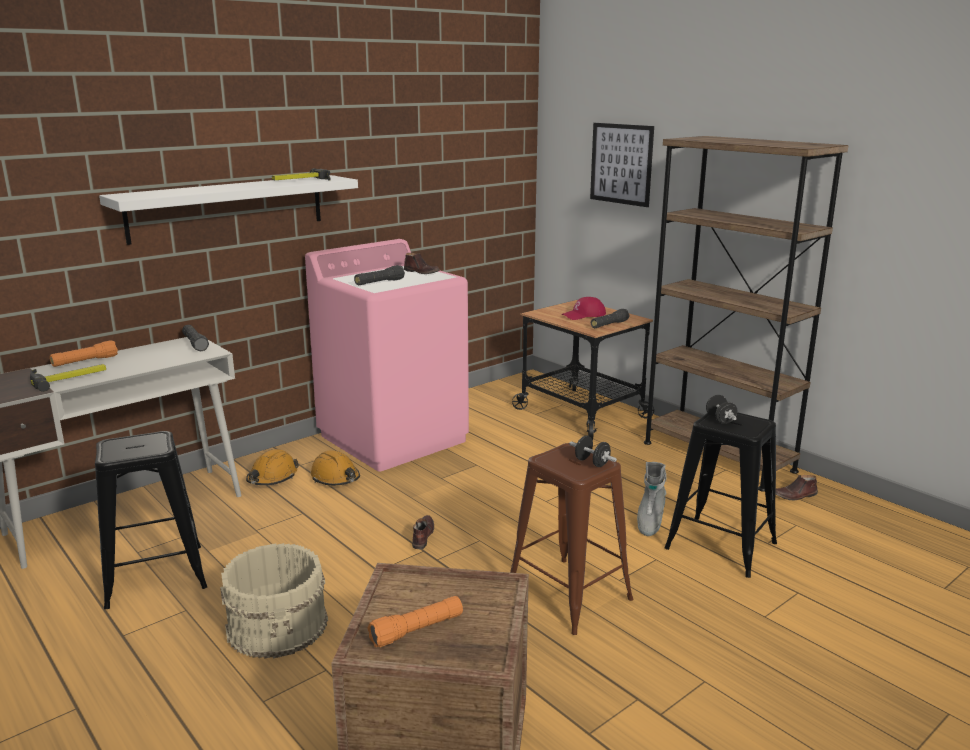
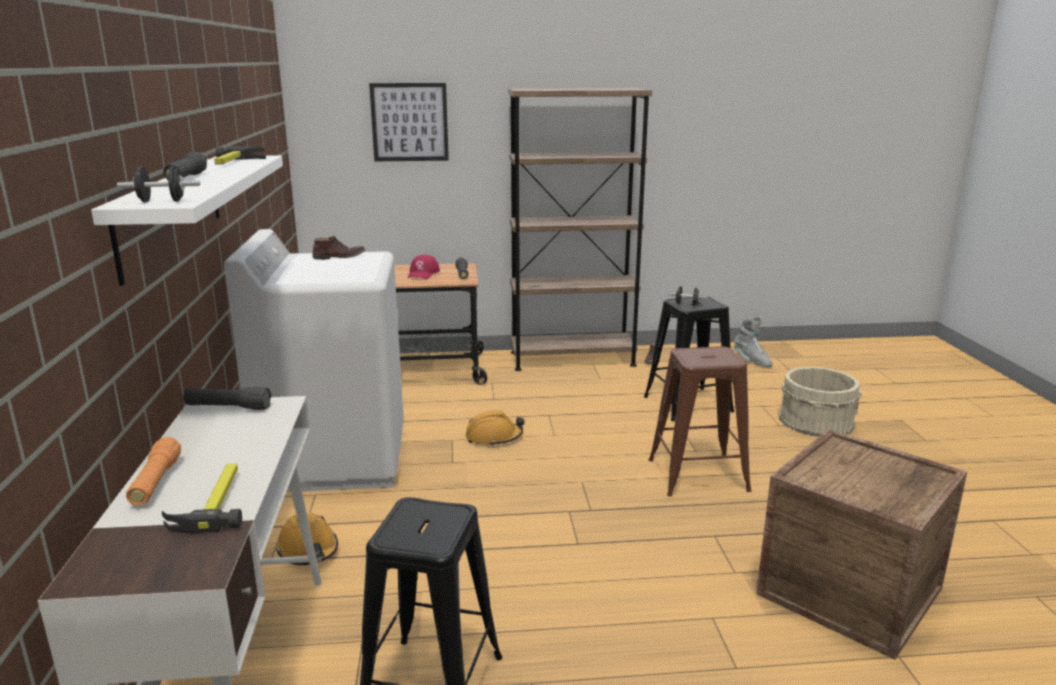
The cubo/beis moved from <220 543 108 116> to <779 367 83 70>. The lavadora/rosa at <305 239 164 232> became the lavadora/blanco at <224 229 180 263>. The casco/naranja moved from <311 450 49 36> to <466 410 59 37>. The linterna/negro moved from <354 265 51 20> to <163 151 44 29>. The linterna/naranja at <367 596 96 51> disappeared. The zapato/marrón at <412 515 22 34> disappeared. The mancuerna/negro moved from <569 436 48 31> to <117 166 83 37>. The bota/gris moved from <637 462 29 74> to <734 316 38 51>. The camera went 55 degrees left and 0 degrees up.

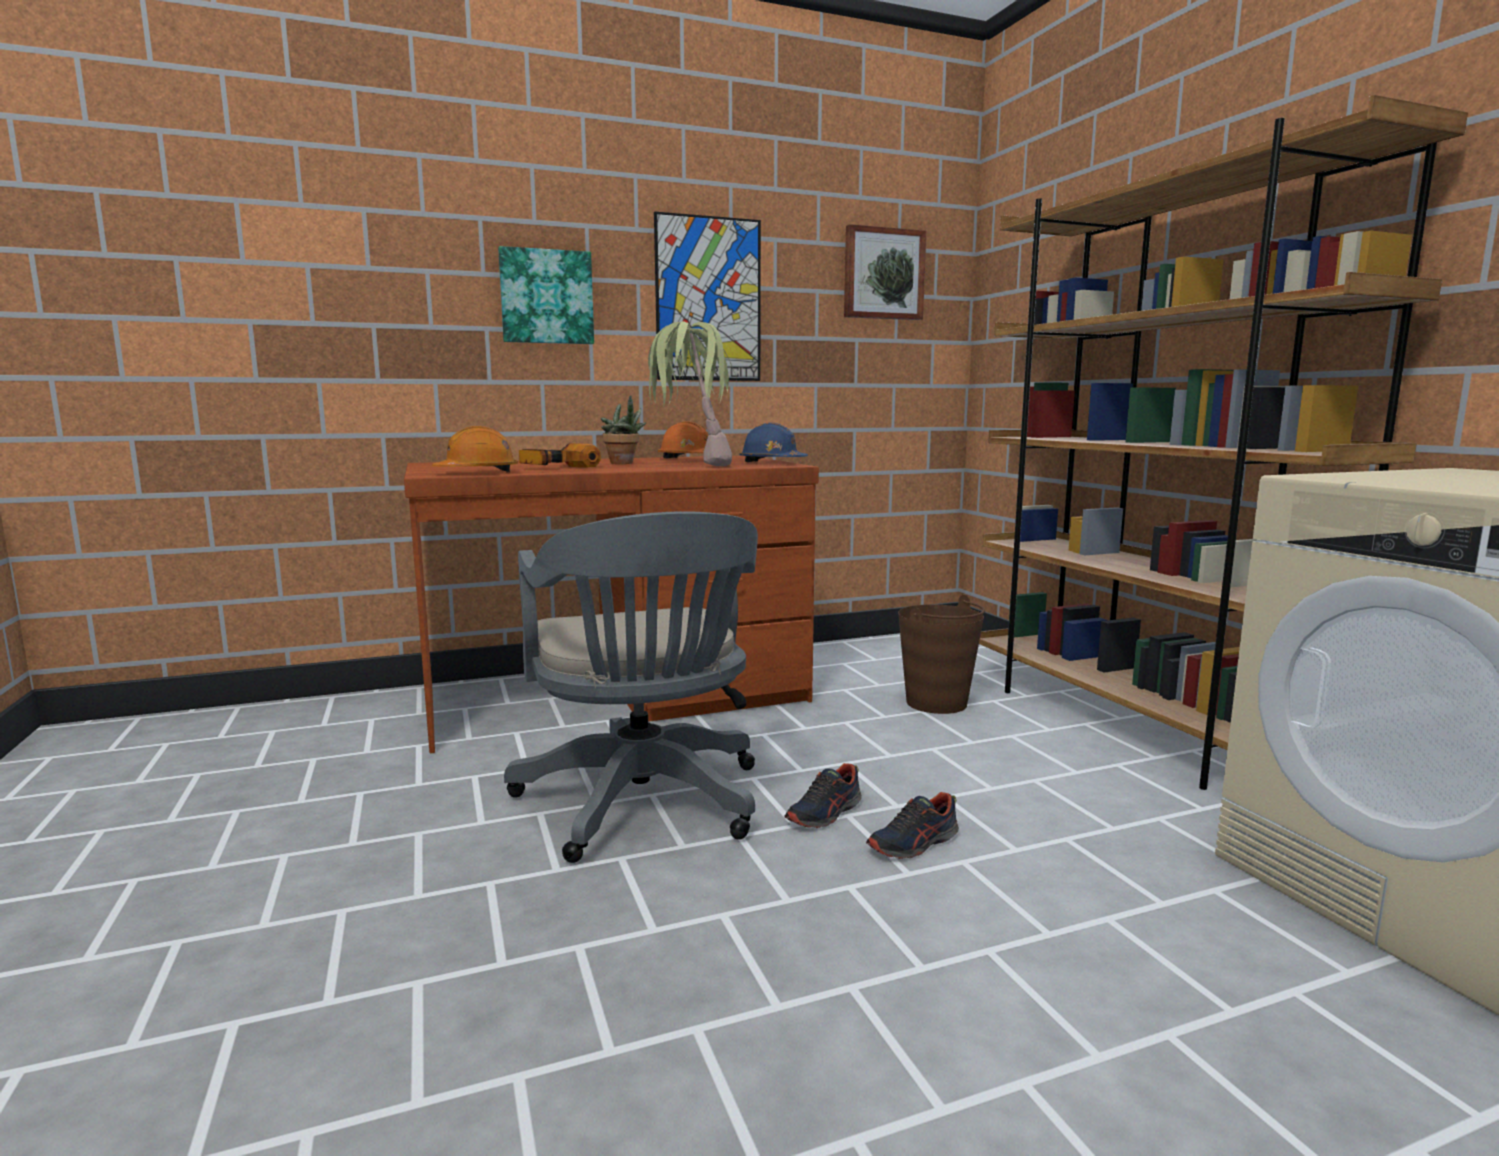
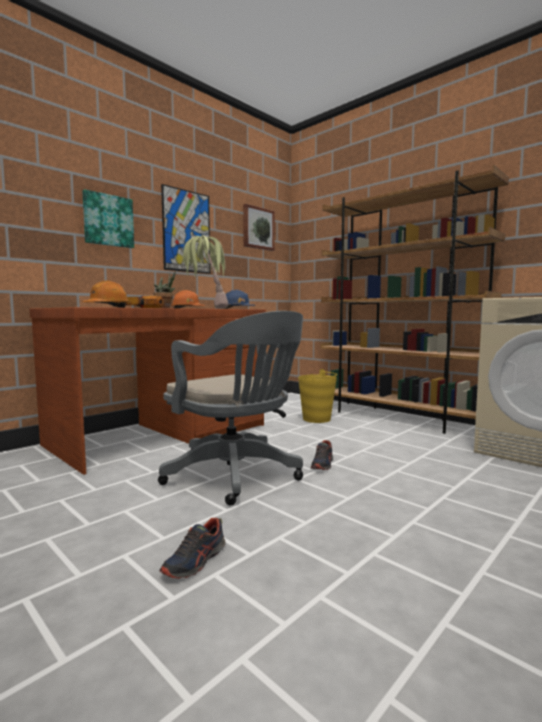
The zapato moved from <866 792 93 67> to <159 518 66 61>. The cubo/marrón at <898 595 87 119> became the cubo/amarillo at <298 369 39 54>. The camera went 25 degrees left and 5 degrees down.

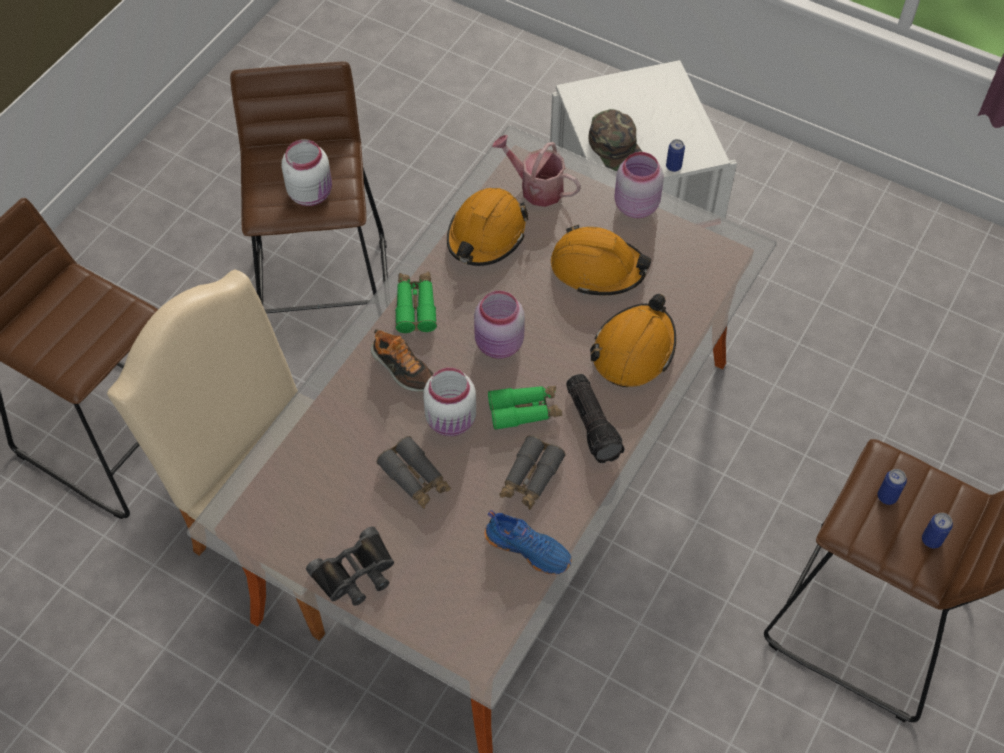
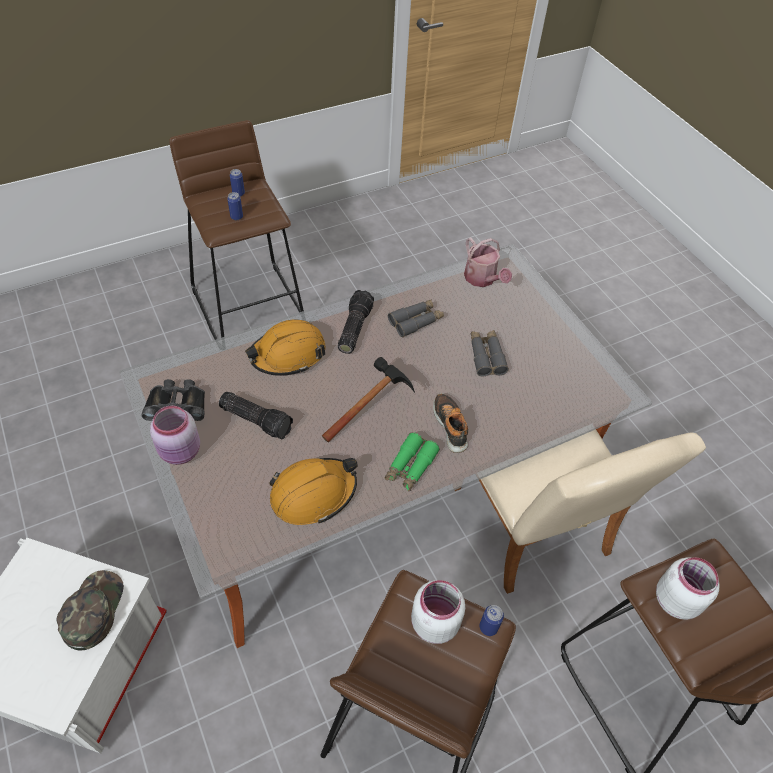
The prismáticos/negro moved from <306 526 88 80> to <141 379 64 42>. The tarro/blanco moved from <423 368 53 68> to <656 557 64 63>. The tarro/rosa at <474 291 51 68> was replaced by the martillo at <322 357 93 86>. The zapato/azul at <485 510 87 64> disappeared. The prismáticos/verde at <488 386 74 44> disappeared. The regadera moved from <492 135 89 72> to <464 237 48 50>. The casco/naranja at <551 225 100 70> was replaced by the linterna at <219 392 74 47>. The lata moved from <666 139 19 33> to <480 605 24 31>. The camera went 150 degrees left and 5 degrees down.

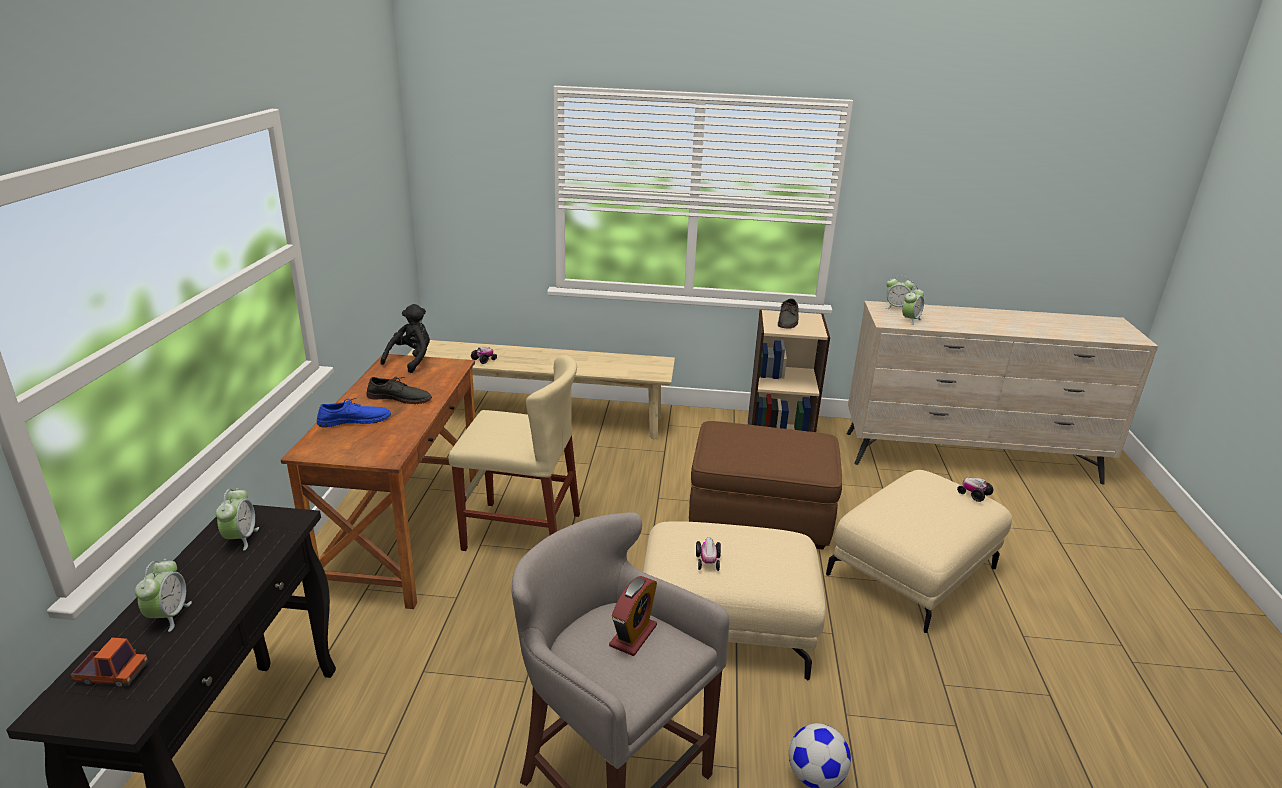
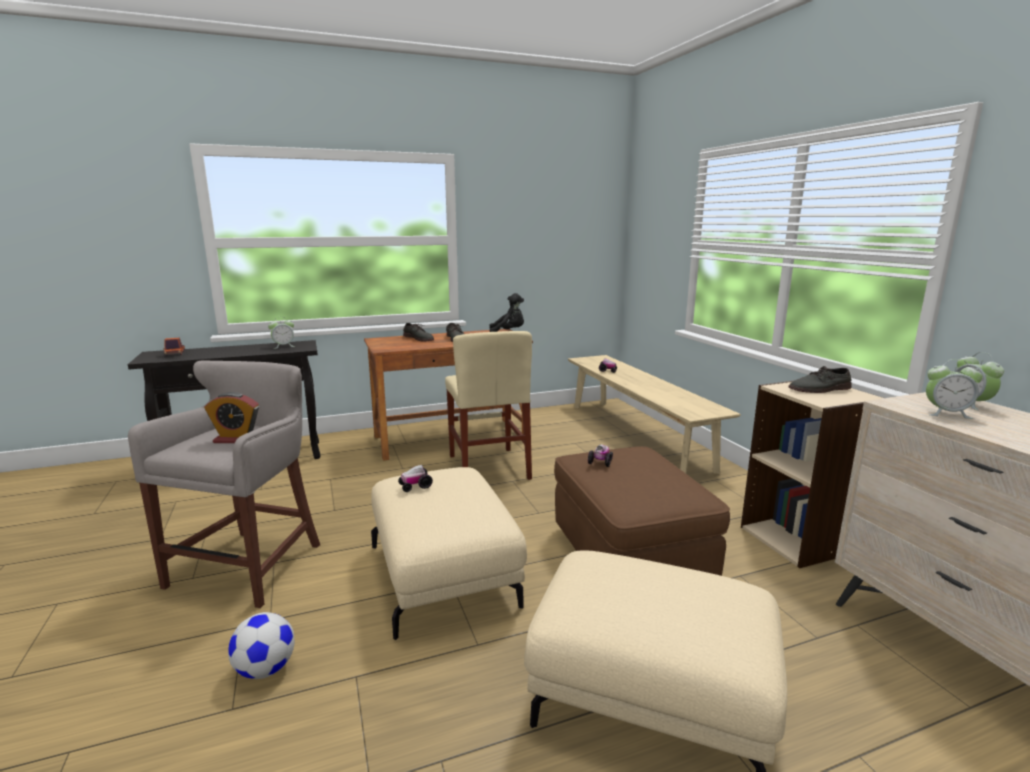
The despertador at <135 559 57 73> disappeared. The zapato/azul at <317 398 74 30> became the zapato/gris at <403 323 31 19>. The coche de juguete moved from <957 478 36 24> to <588 444 25 23>. The camera went 65 degrees right and 10 degrees down.

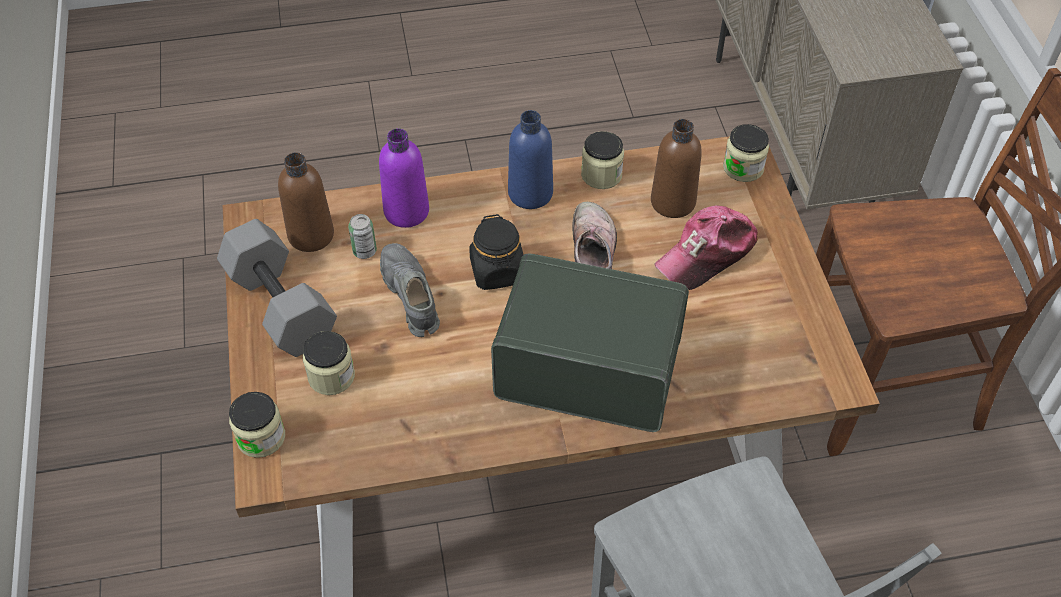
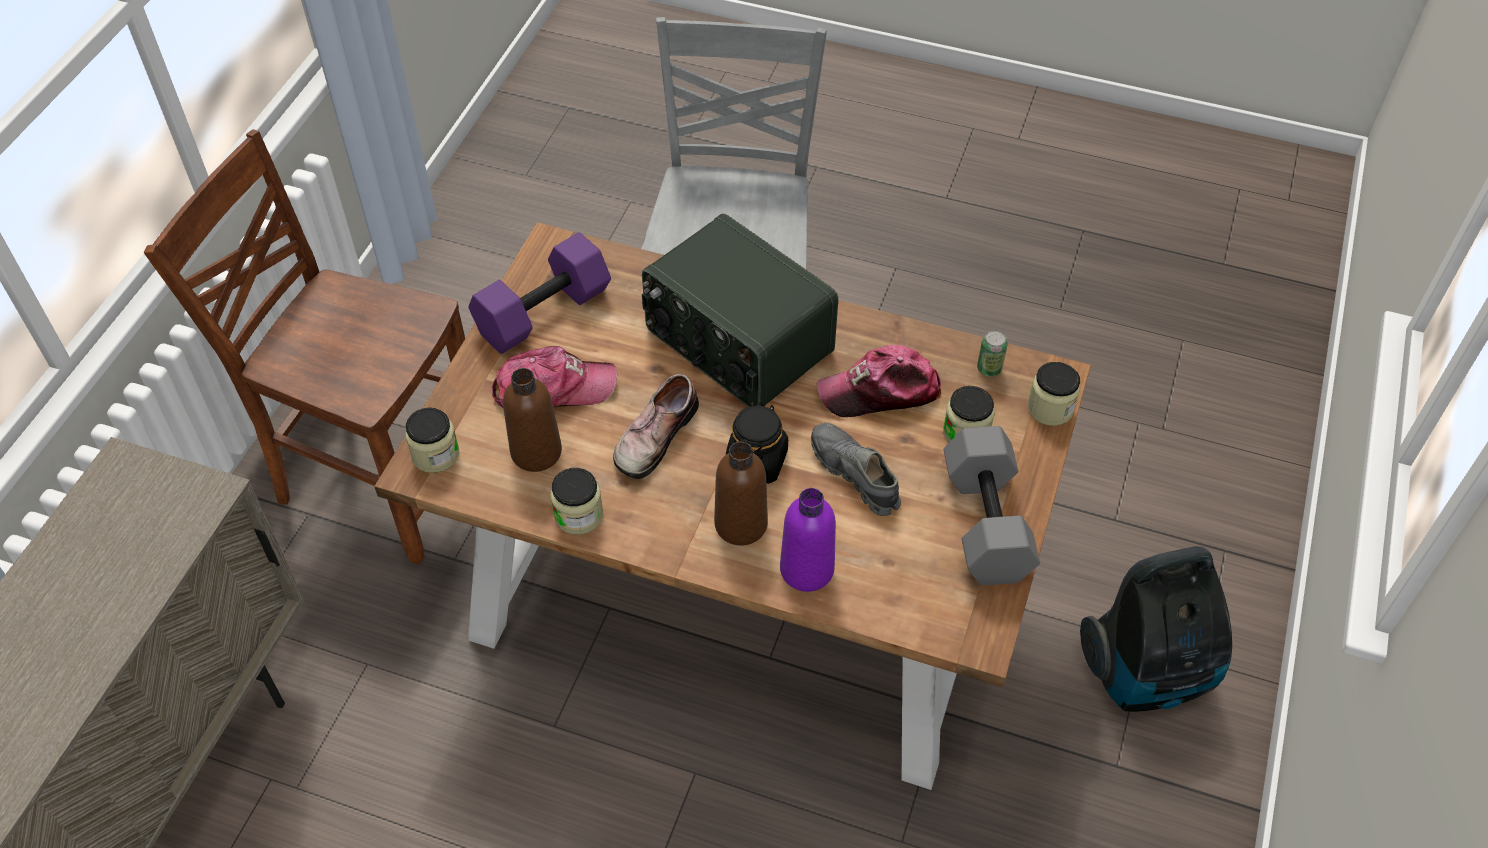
The botella/marrón moved from <278 152 56 100> to <714 442 54 104>. The lata moved from <348 214 29 45> to <977 330 31 47>. The zapato/gris at <380 243 60 94> turned 135 degrees clockwise. The botella/azul at <508 110 45 99> disappeared. The mancuerna/morado at <468 232 143 122> appeared. The gorra at <817 345 124 72> appeared. The aspiradora at <1080 546 152 166> appeared. The camera went 150 degrees left and 0 degrees up.

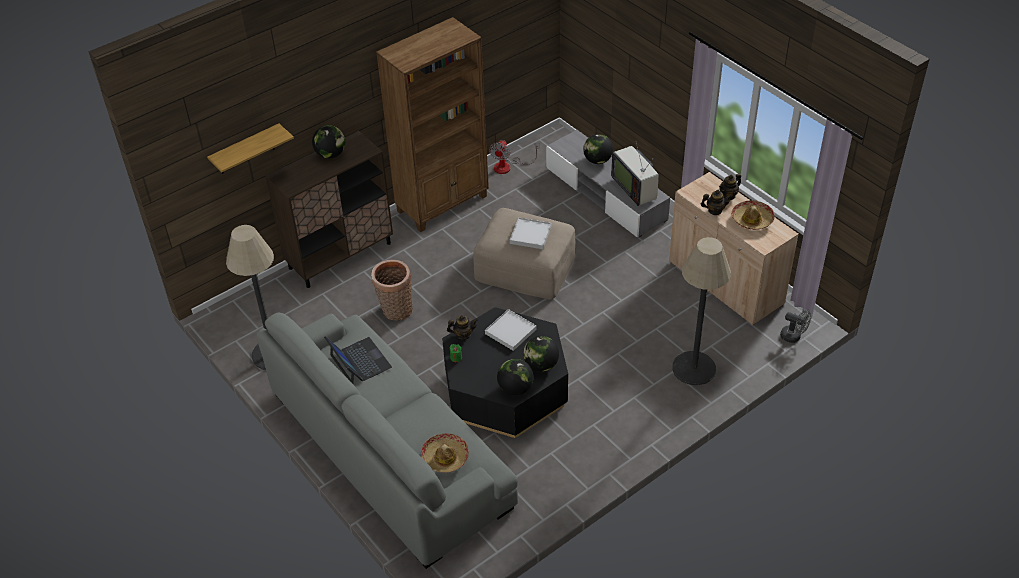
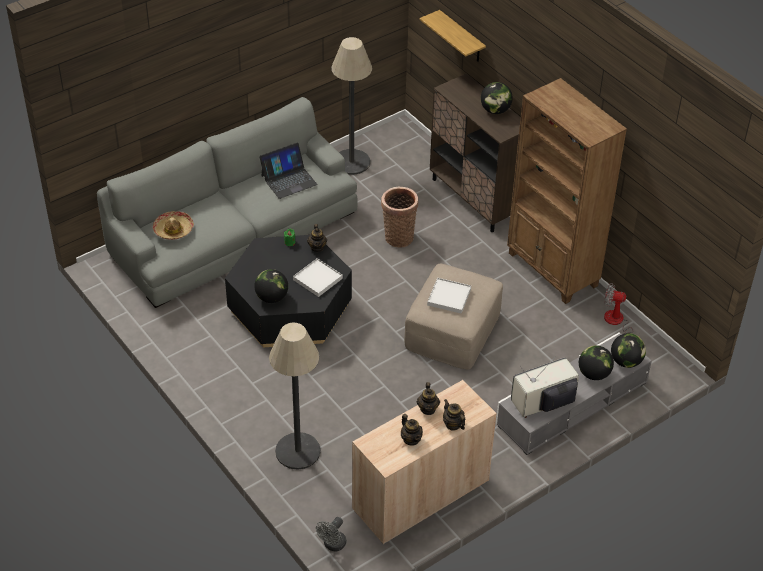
The globo terráqueo moved from <497 359 37 37> to <611 333 35 35>. The sombrero at <731 200 44 30> was replaced by the tetera at <401 414 22 32>. The camera went 90 degrees right and 0 degrees up.

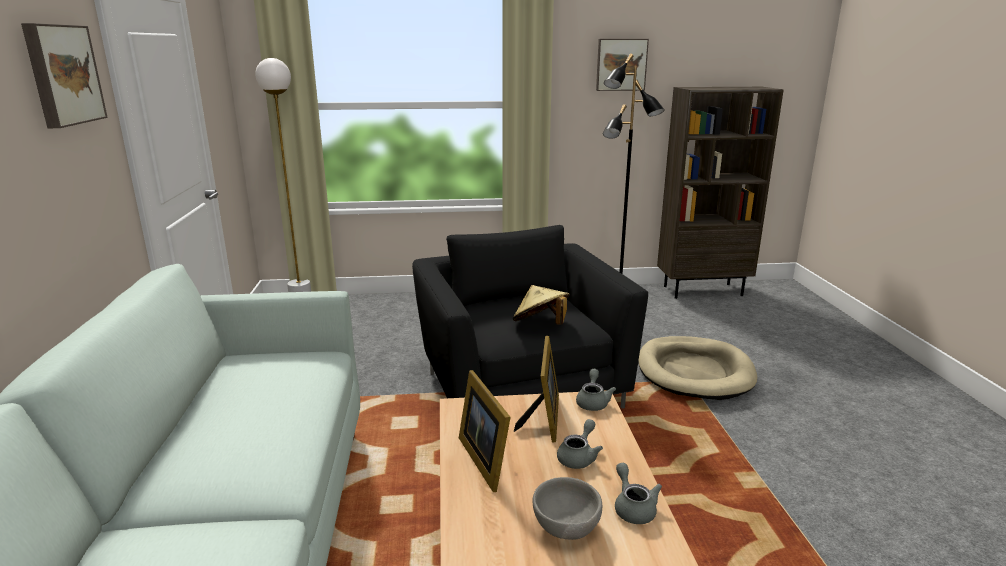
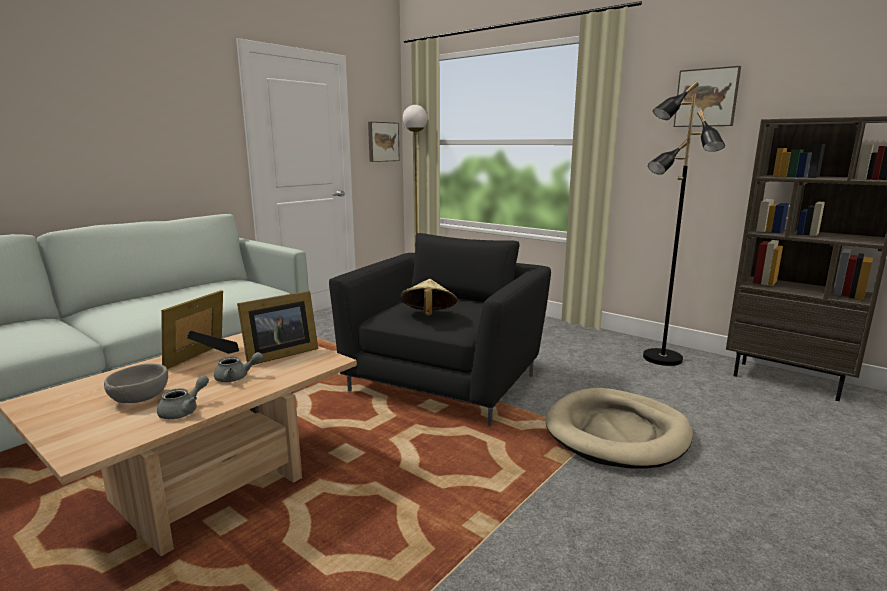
The cuadro moved from <21 23 87 105> to <368 122 32 40>. The tetera/gris at <576 369 40 42> disappeared. The camera went 45 degrees right and 5 degrees down.

